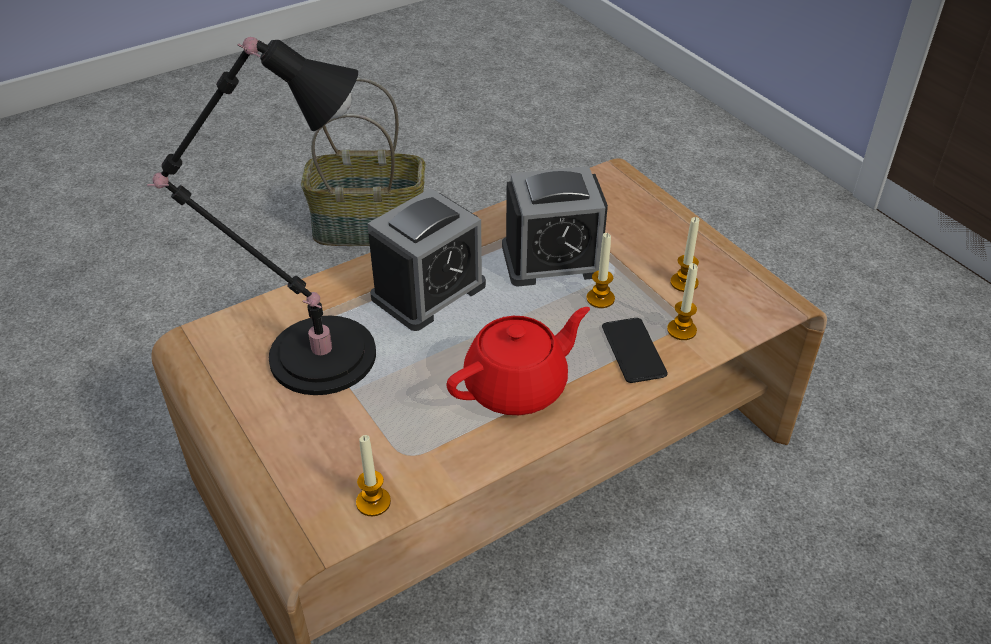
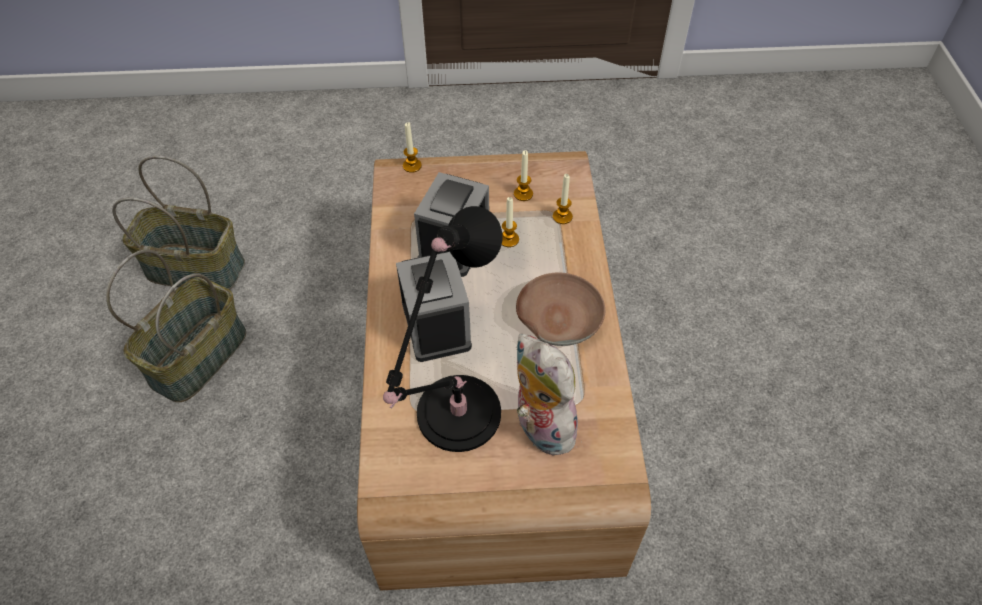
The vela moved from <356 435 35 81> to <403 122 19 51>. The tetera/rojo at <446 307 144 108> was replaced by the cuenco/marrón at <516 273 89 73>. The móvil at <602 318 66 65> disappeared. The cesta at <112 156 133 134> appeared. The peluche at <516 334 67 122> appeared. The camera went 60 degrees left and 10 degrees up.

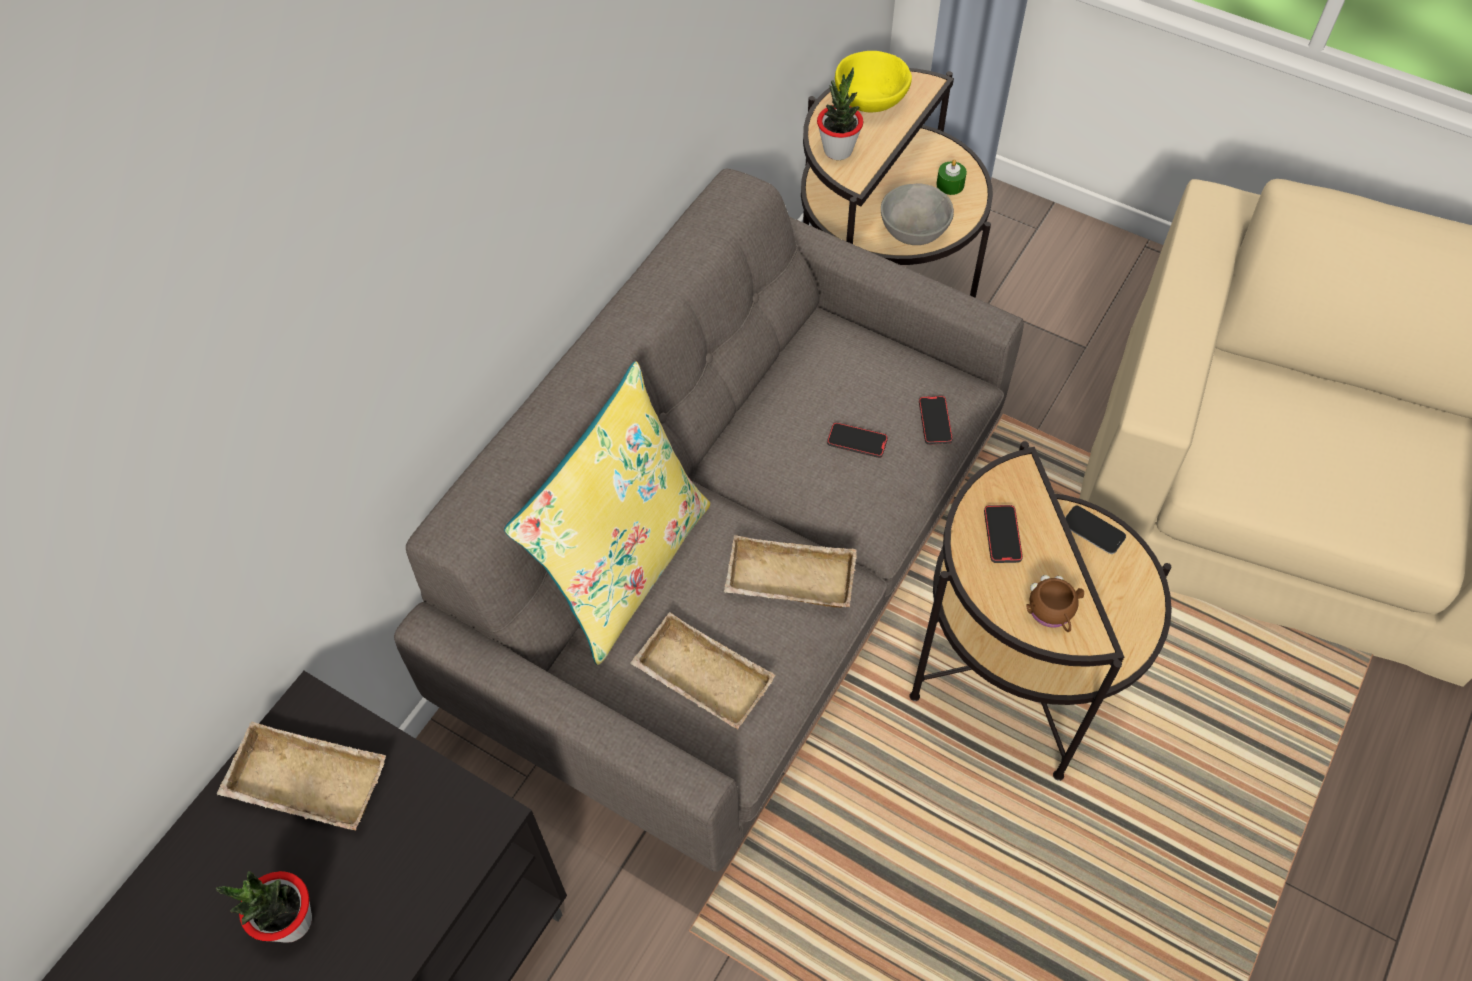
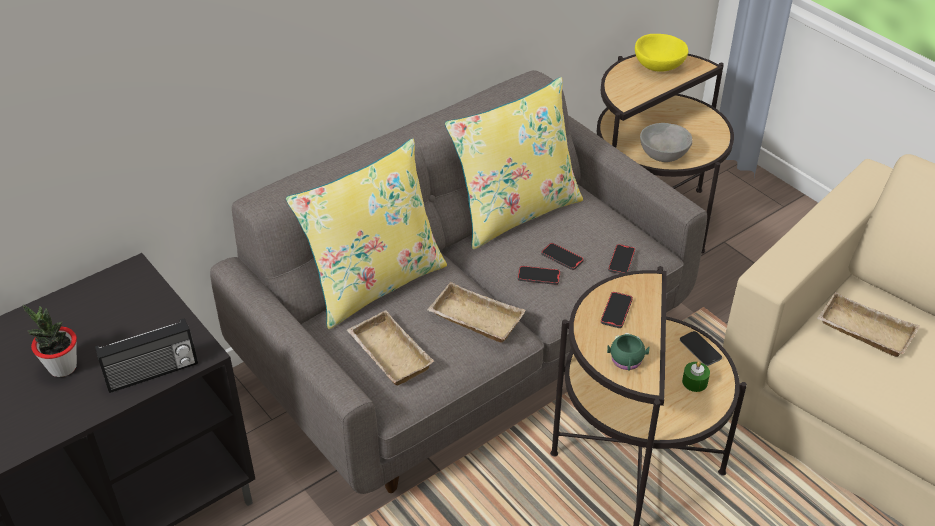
The bandeja/beis moved from <216 722 170 109> to <817 292 103 65>. The planta en maceta at <817 68 47 92> disappeared. The vela/verde moved from <936 160 31 35> to <682 361 28 31>. The taza grande/marrón at <1027 575 57 57> became the taza grande/verde at <607 333 42 38>. The radio at <95 319 103 74> appeared. The cojín/amarillo at <445 77 138 173> appeared. The móvil at <518 266 42 19> appeared. The camera went 20 degrees right and 15 degrees down.

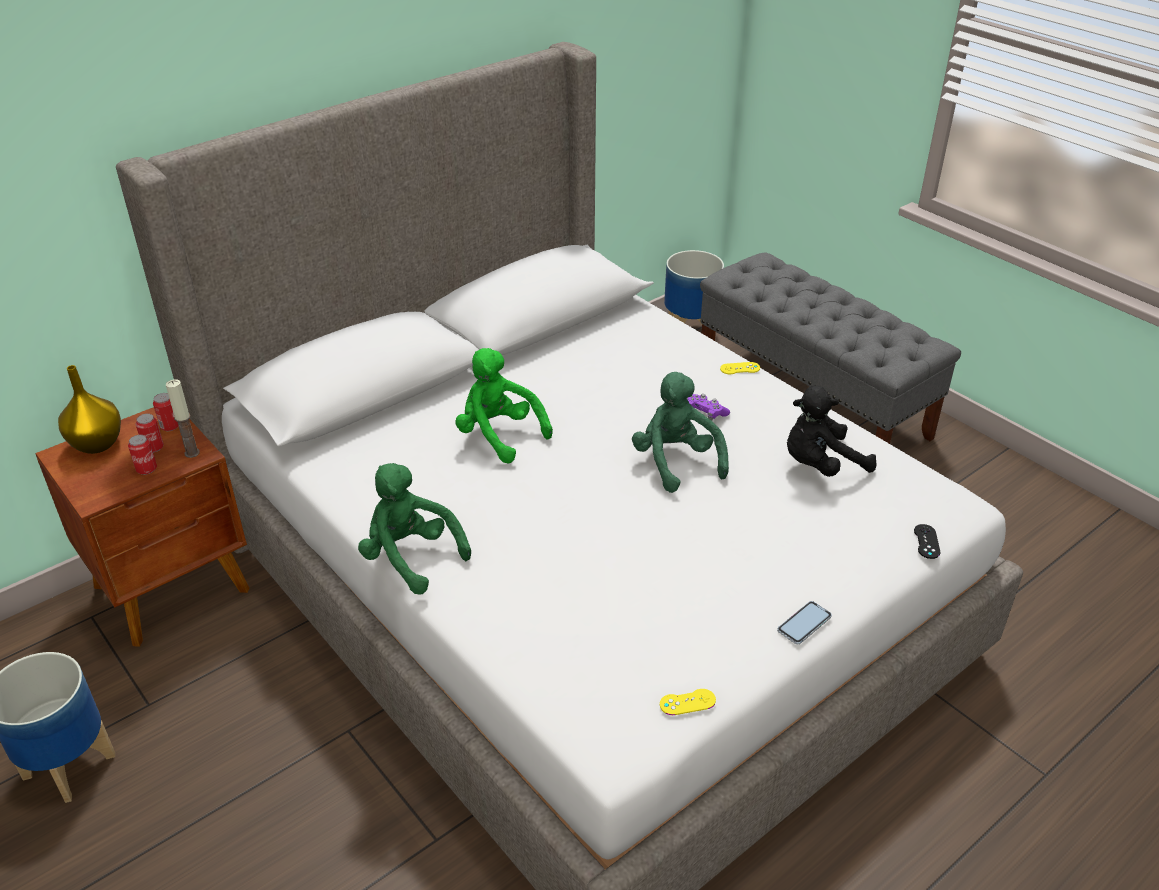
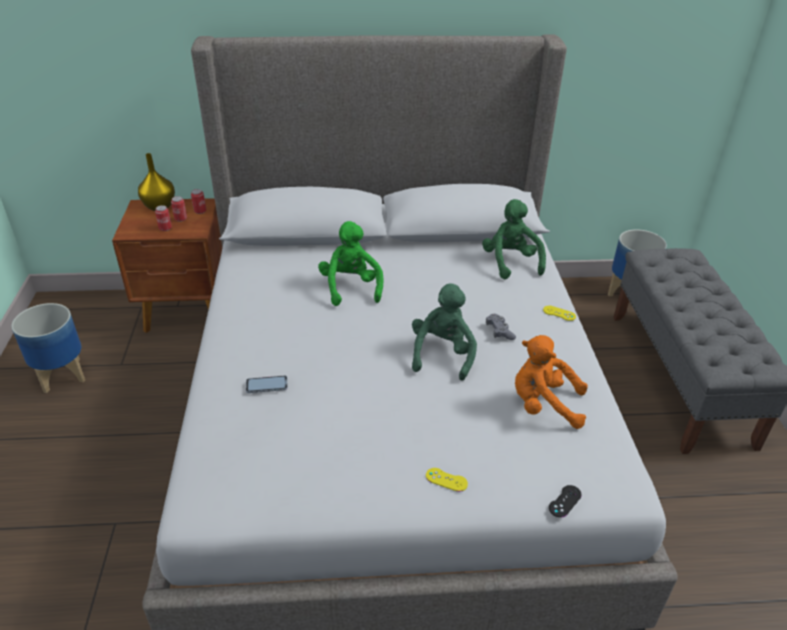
The vela at <166 379 34 79> disappeared. The peluche/verde moved from <358 463 113 132> to <482 199 64 80>. The mando de consola/amarillo moved from <660 689 56 26> to <426 468 42 24>. The mando de consola/morado at <688 394 42 27> became the mando de consola/gris at <486 314 30 26>. The móvil moved from <777 601 55 43> to <246 375 42 18>. The peluche/negro at <787 385 90 92> became the peluche/naranja at <515 335 73 94>. The camera went 35 degrees right and 0 degrees up.

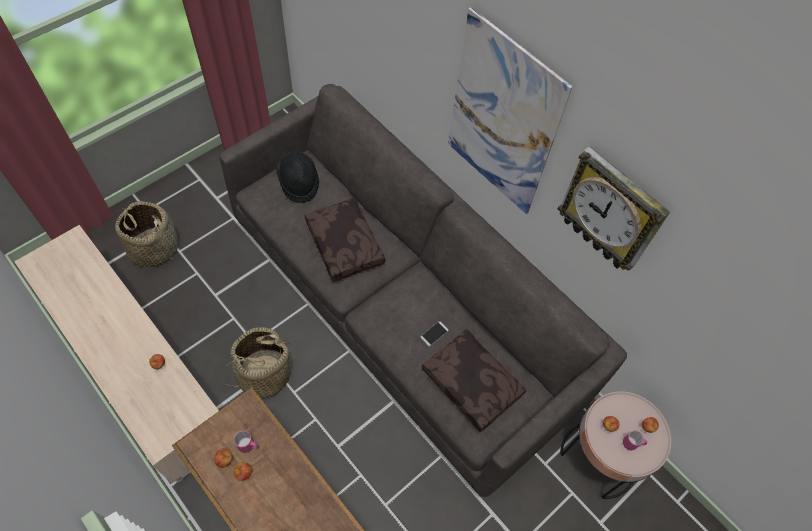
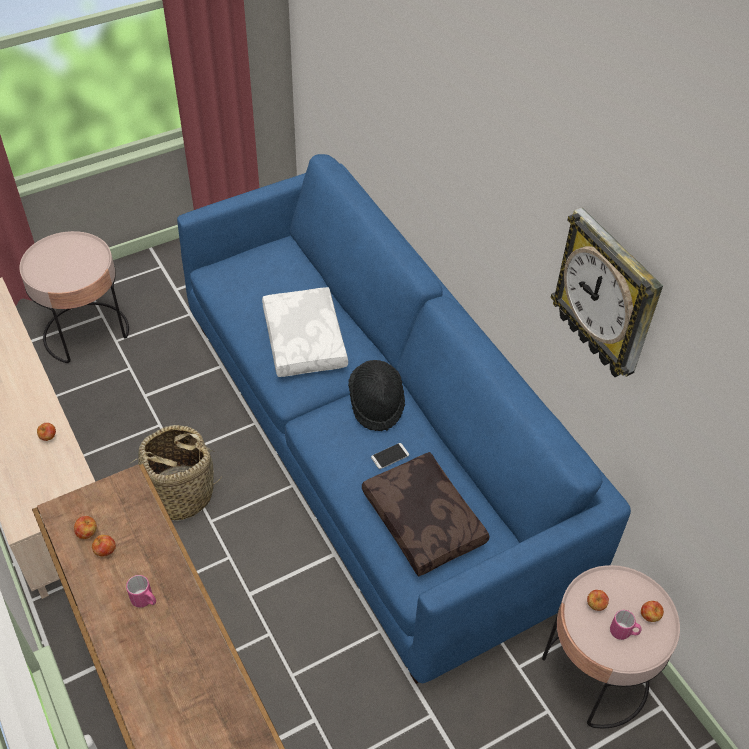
The cesta at <115 201 64 66> was replaced by the mesa auxiliar/rosa at <19 231 110 132>. The sofá/gris at <219 84 408 413> became the sofá/azul at <177 154 454 530>. The taza grande/rosa moved from <234 430 25 23> to <126 575 30 33>. The sombrero/negro moved from <276 151 43 52> to <348 360 57 71>. The cojín/marrón at <304 198 82 84> became the cojín/blanco at <262 287 86 90>. The cuadro at <448 7 124 207> disappeared. The camera went 15 degrees right and 10 degrees down.

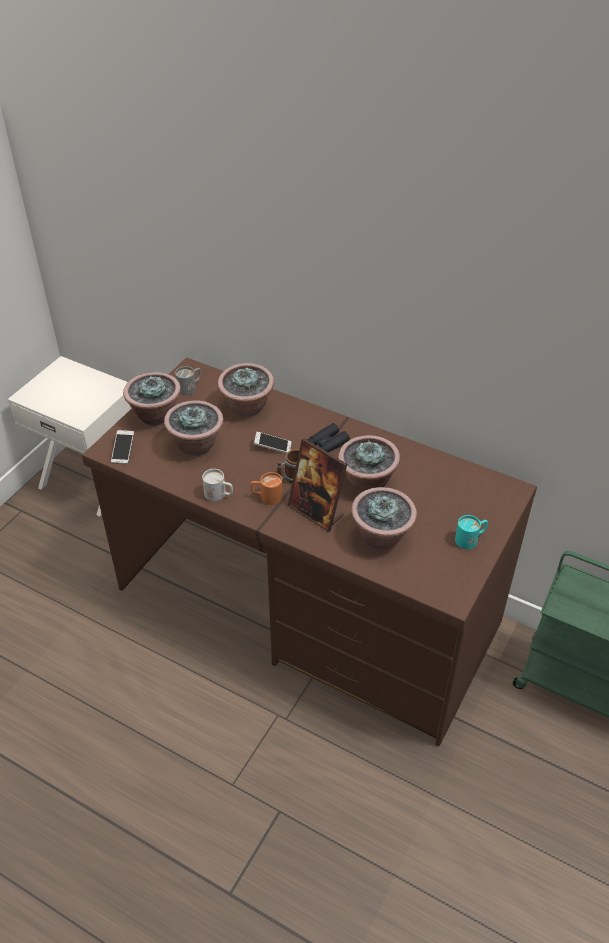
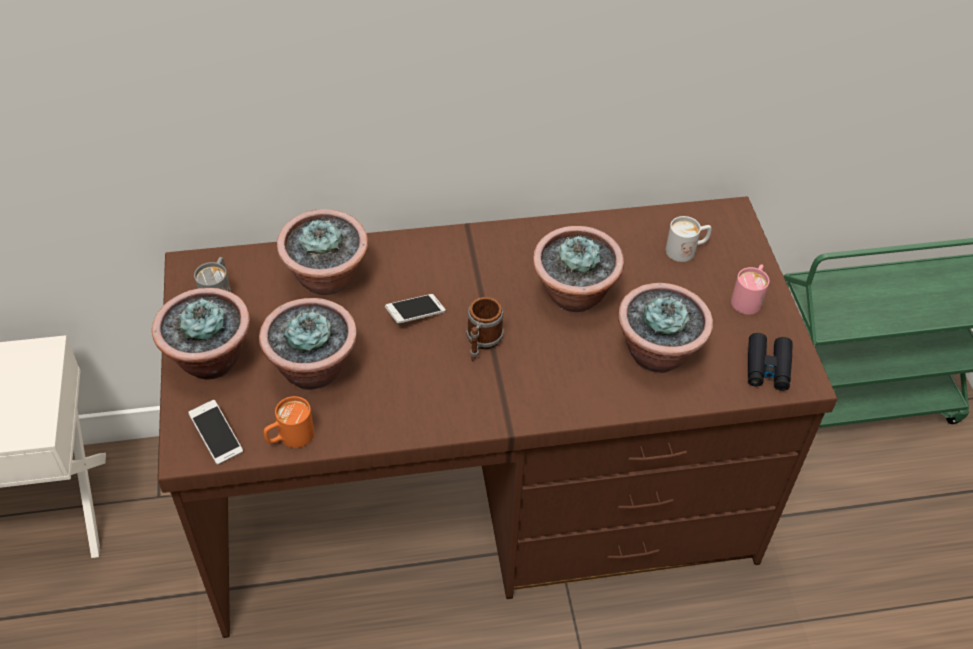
The taza grande/blanco moved from <202 469 31 32> to <666 216 46 46>. The taza grande/naranja moved from <250 472 33 33> to <264 396 50 52>. The portarretratos at <288 438 59 94> disappeared. The prismáticos/negro moved from <307 423 43 29> to <748 333 45 58>. The taza grande/turquesa at <455 515 33 34> became the taza grande/rosa at <731 264 38 51>. The camera went 40 degrees left and 5 degrees up.

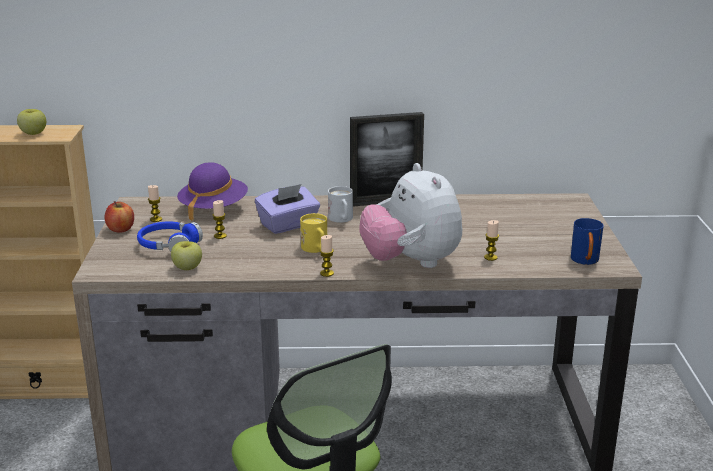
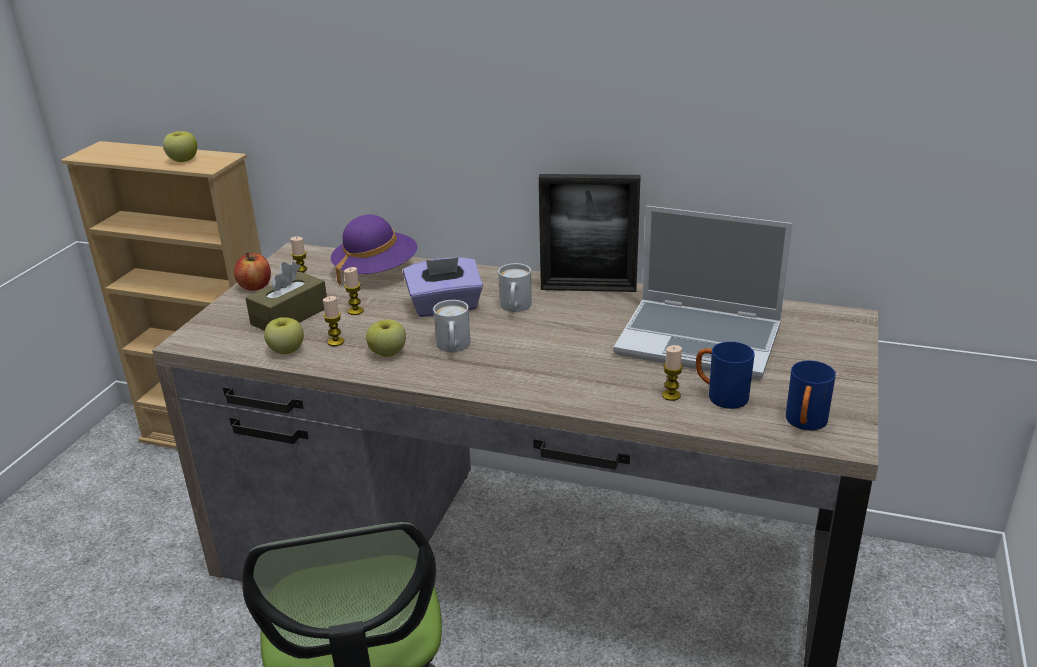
The auriculares/azul at <137 222 66 30> was replaced by the caja de pañuelos/marrón at <245 262 82 69>. The taza grande/amarillo at <300 213 27 40> became the taza grande/blanco at <433 300 38 52>. The vela moved from <320 235 14 42> to <323 296 21 50>. The peluche at <360 163 102 105> disappeared. The manzana at <366 319 40 38> appeared. The portátil at <613 206 179 174> appeared. The taza grande/azul at <696 342 59 67> appeared. The camera went 20 degrees right and 5 degrees up.

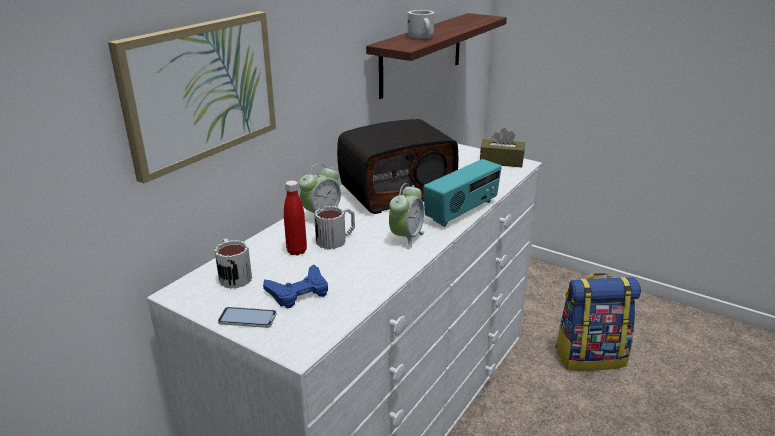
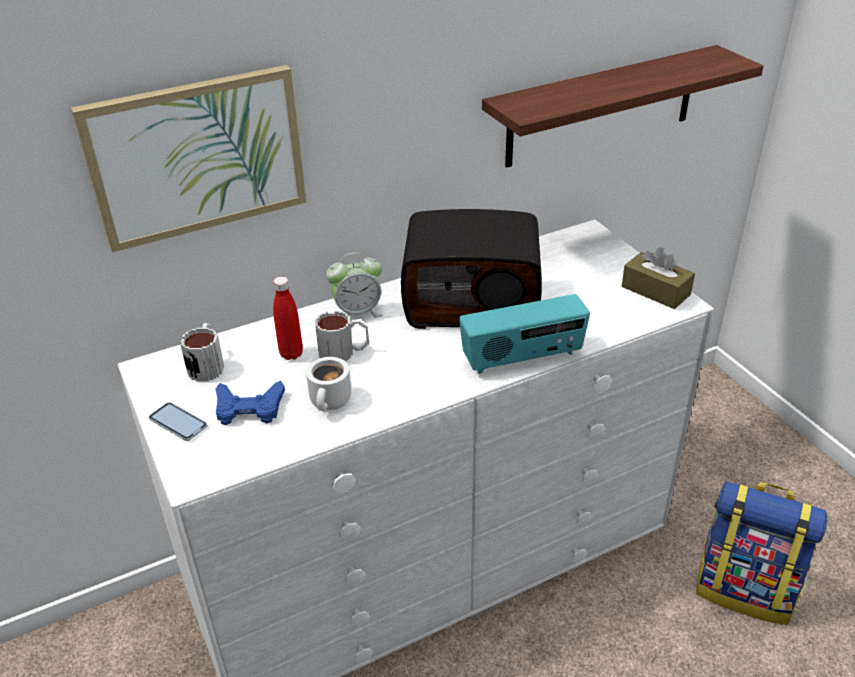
The despertador at <389 183 36 67> disappeared. The taza grande/blanco moved from <407 10 28 28> to <306 357 45 54>. The camera went 30 degrees right and 10 degrees up.

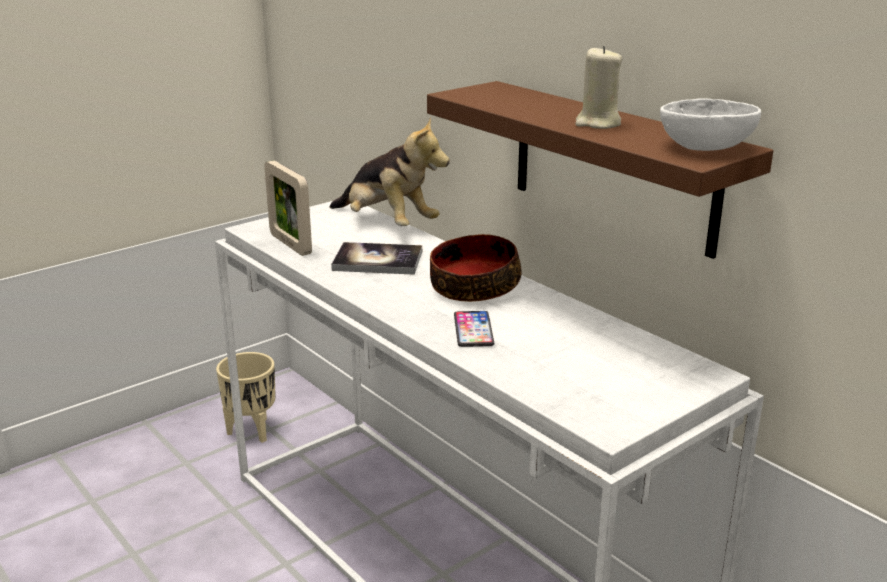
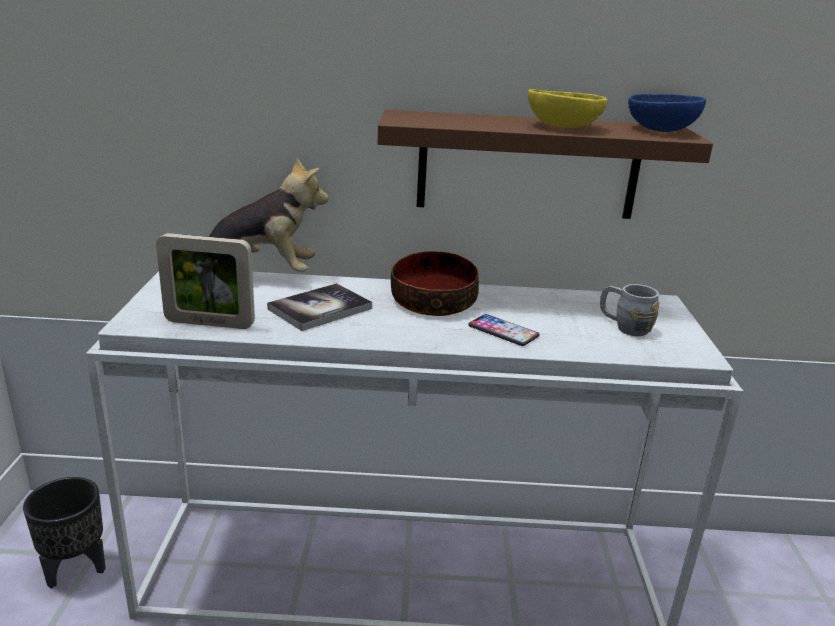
The maceta/beis at <216 352 60 91> became the maceta/negro at <23 477 83 112>. The vela/beis at <575 46 47 83> was replaced by the cuenco/amarillo at <528 89 79 39>. The cuenco/blanco at <660 98 101 53> became the cuenco/azul at <628 94 78 38>. The taza grande/gris at <600 284 59 52> appeared. The camera went 50 degrees left and 0 degrees up.

